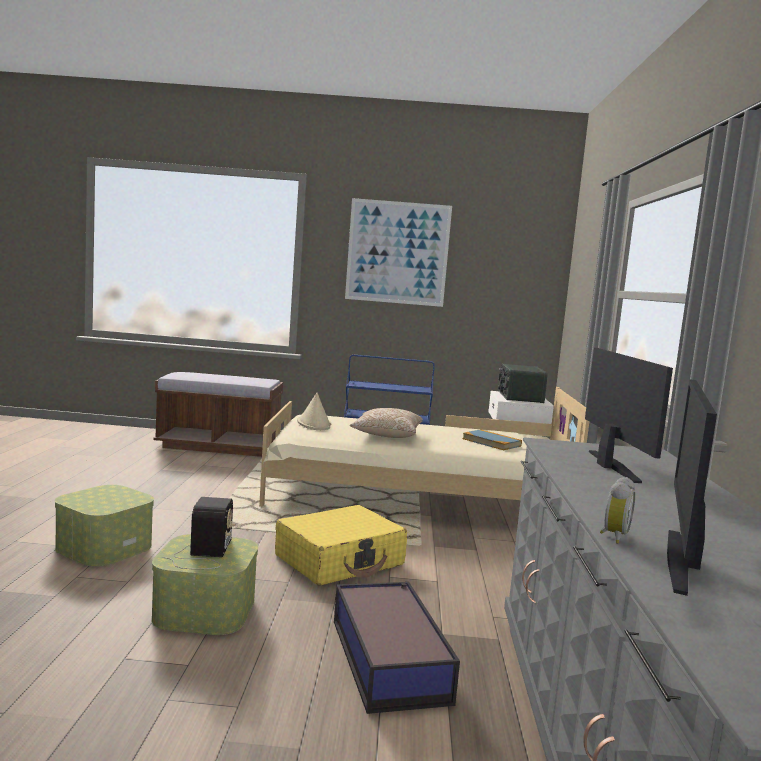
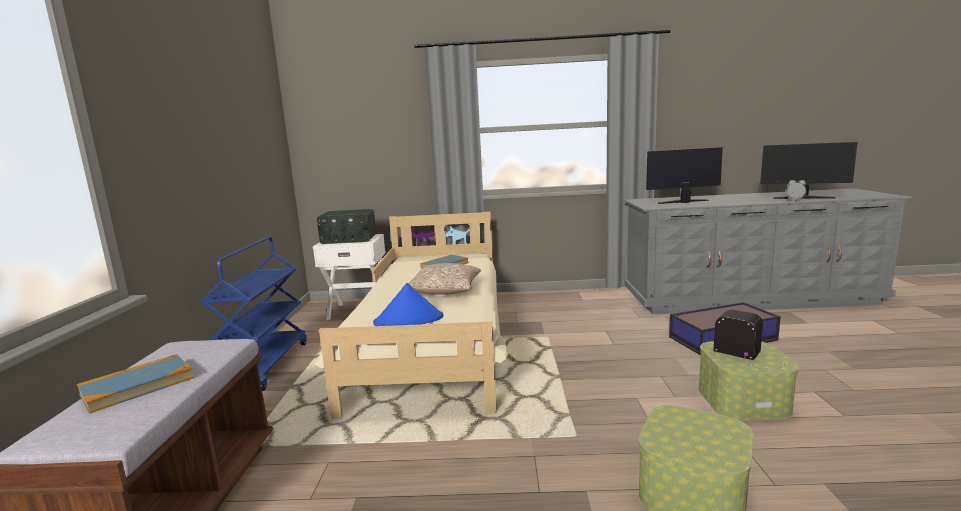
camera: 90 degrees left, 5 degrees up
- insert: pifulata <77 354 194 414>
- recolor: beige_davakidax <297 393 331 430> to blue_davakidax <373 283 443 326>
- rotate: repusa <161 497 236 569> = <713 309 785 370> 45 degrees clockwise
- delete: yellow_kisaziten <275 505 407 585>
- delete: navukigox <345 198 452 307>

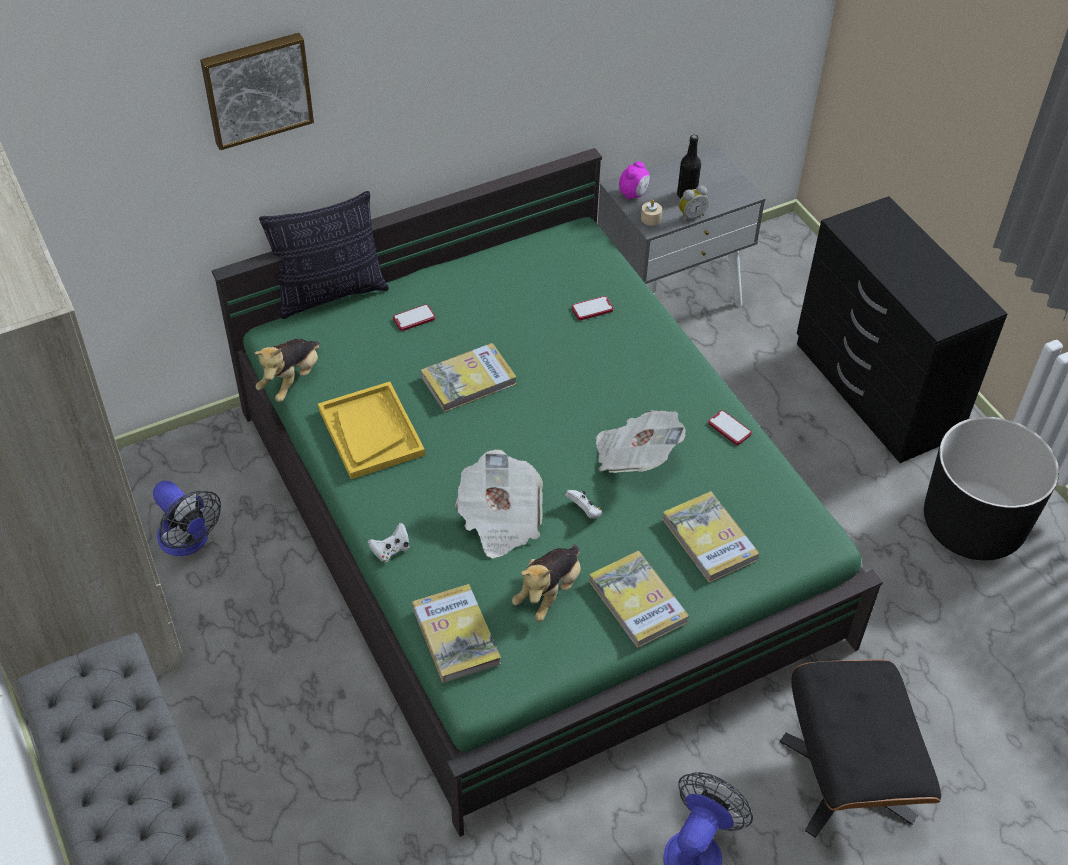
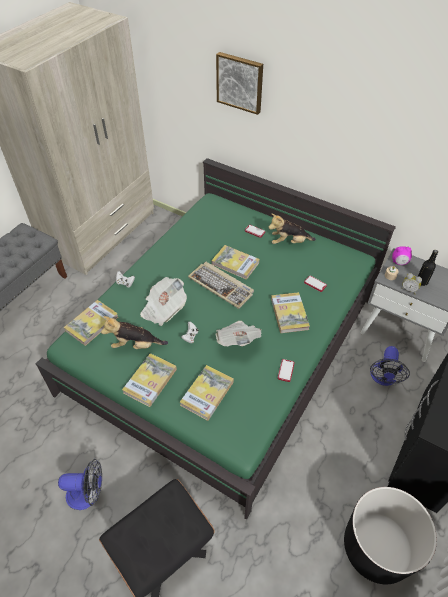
camera: 60 degrees right, 0 degrees up
- insert: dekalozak <188 262 254 309>
- move: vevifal <255 339 320 402> to <268 214 316 244>
- insert: pifulata <271 292 310 333>
- move: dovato <153 481 221 556> to <370 346 410 386>
- delete: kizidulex <259 191 389 319>
- delete: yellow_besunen <318 382 425 479>

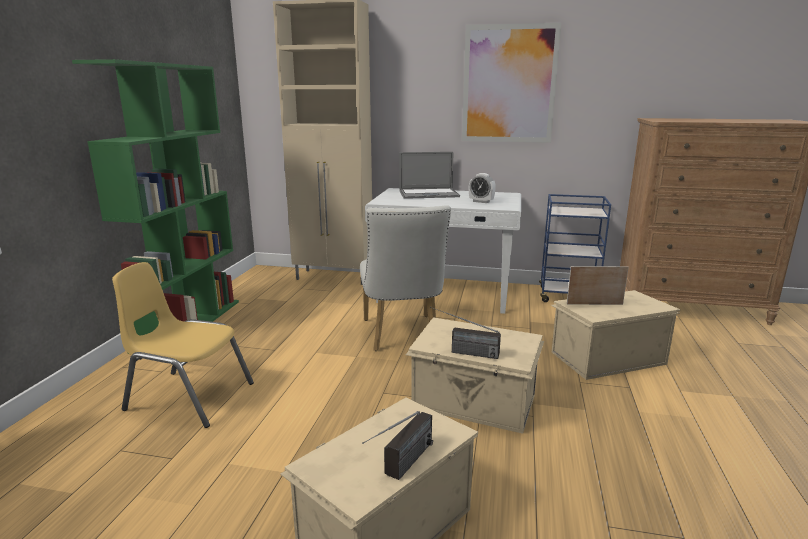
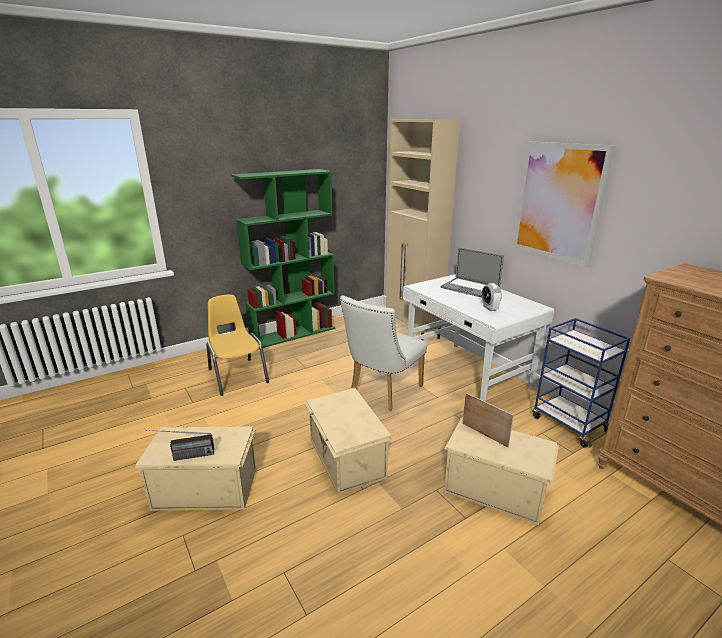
camera: 45 degrees right, 5 degrees up
- delete: repusa <430 307 501 359>

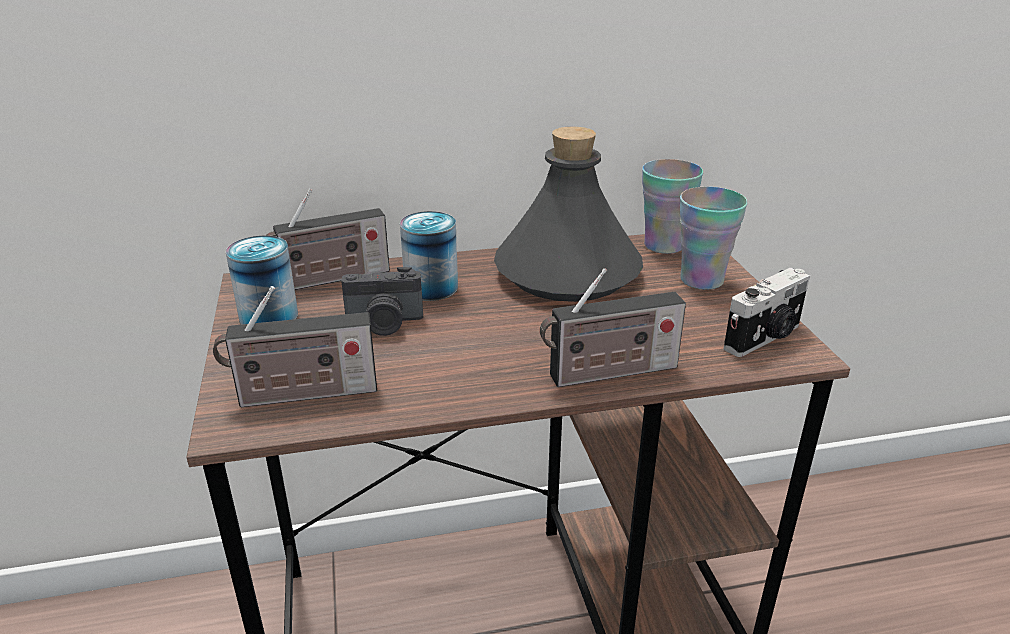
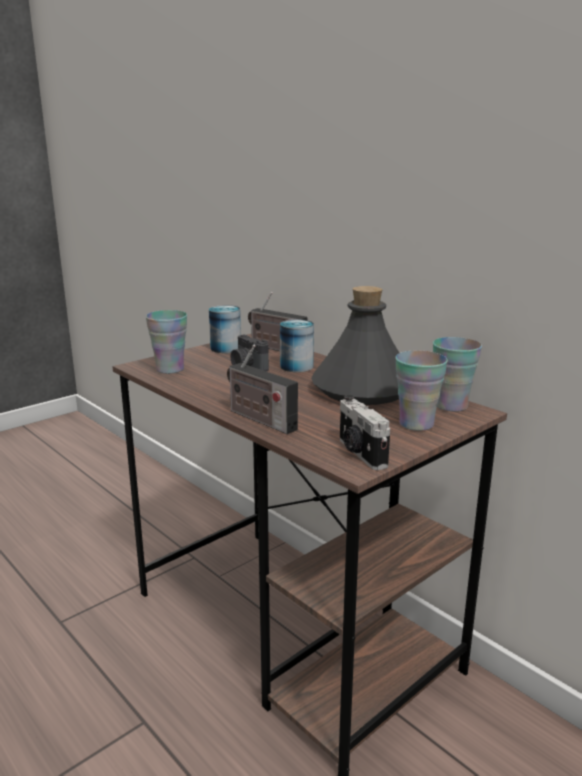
camera: 60 degrees right, 10 degrees down
- replace: repusa <213 286 377 407> to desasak <146 310 187 374>
- rotate: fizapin <724 267 810 357> = <340 395 390 470> 45 degrees clockwise

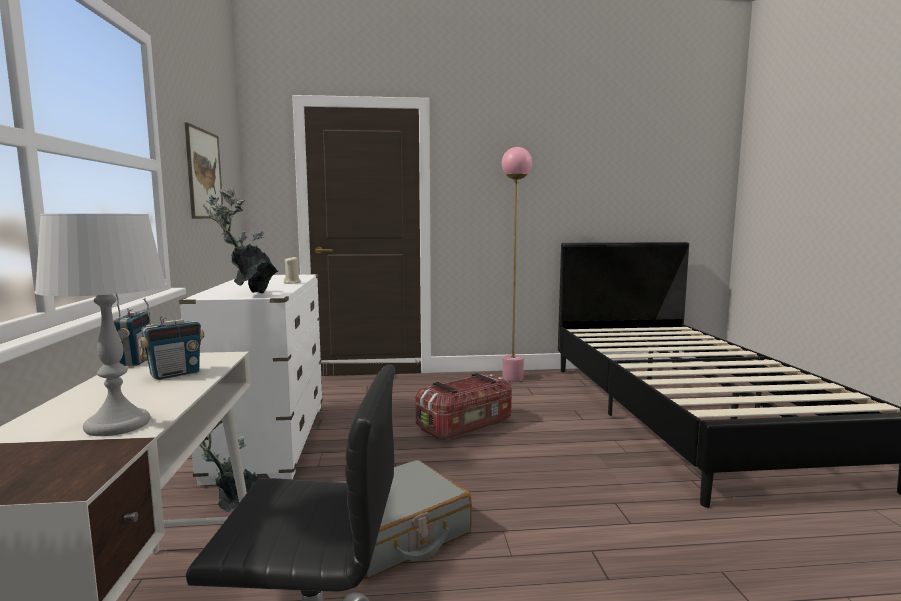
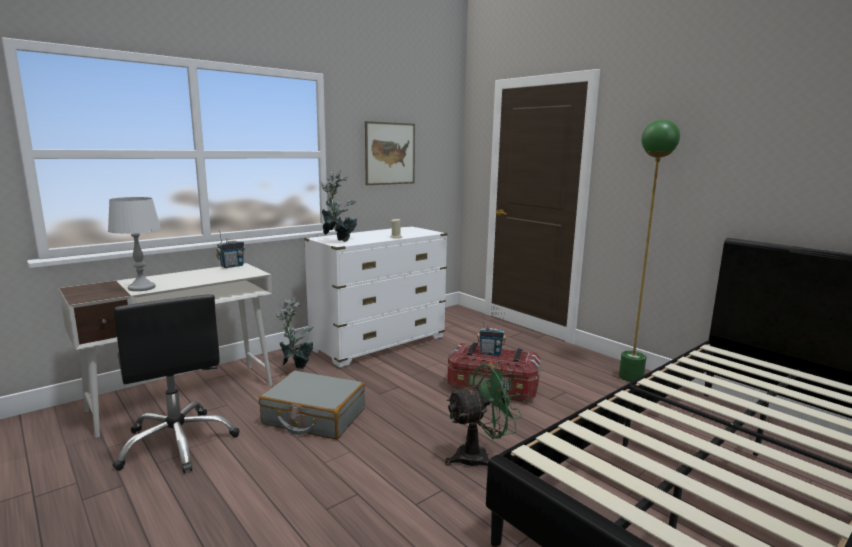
camera: 55 degrees right, 5 degrees up
- insert: green_dovato <445 363 522 466>
- move: repusa <138 298 204 380> to <477 316 506 356>
- recolor: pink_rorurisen <502 147 532 382> to green_rorurisen <619 119 680 382>

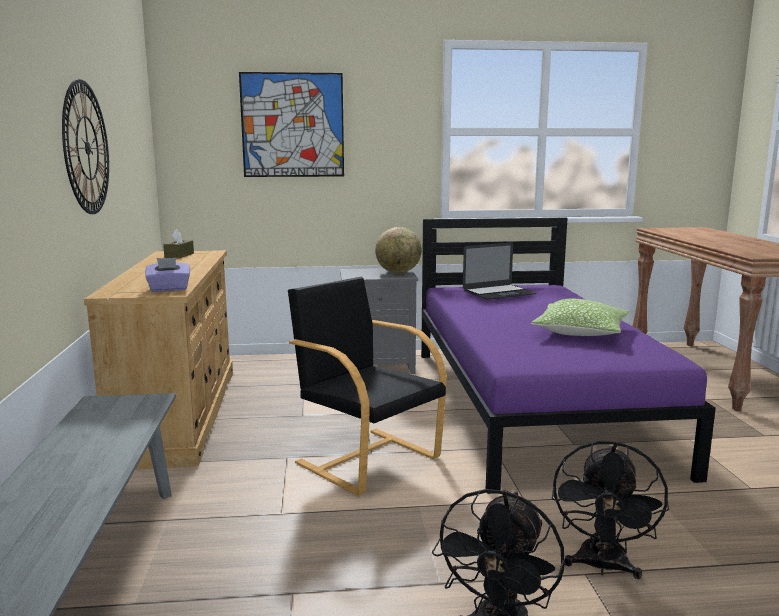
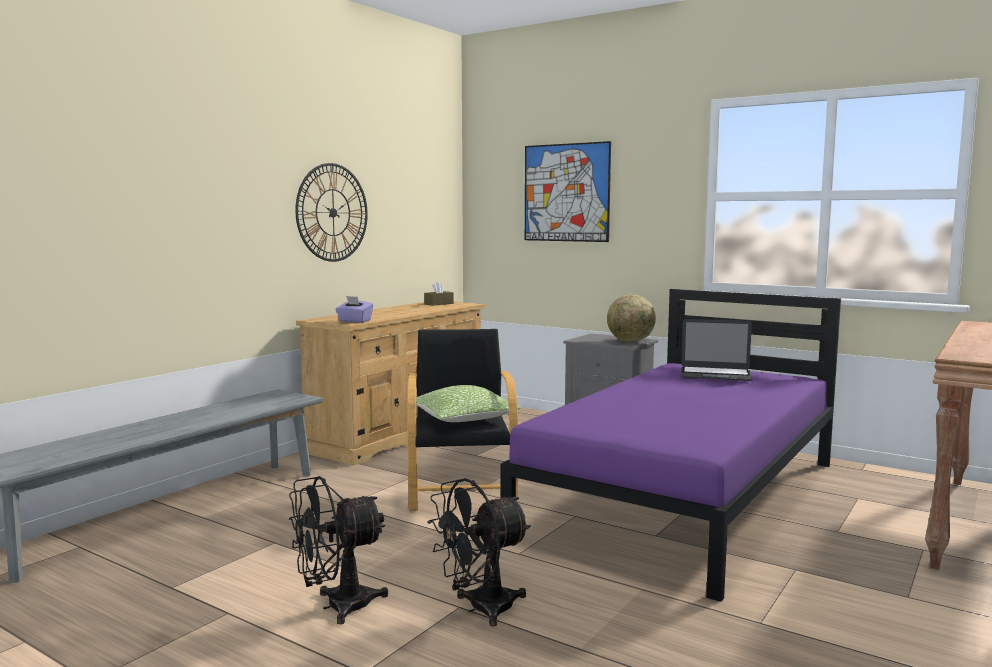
camera: 40 degrees right, 5 degrees down
- move: kizidulex <531 299 629 336> to <416 385 521 422>

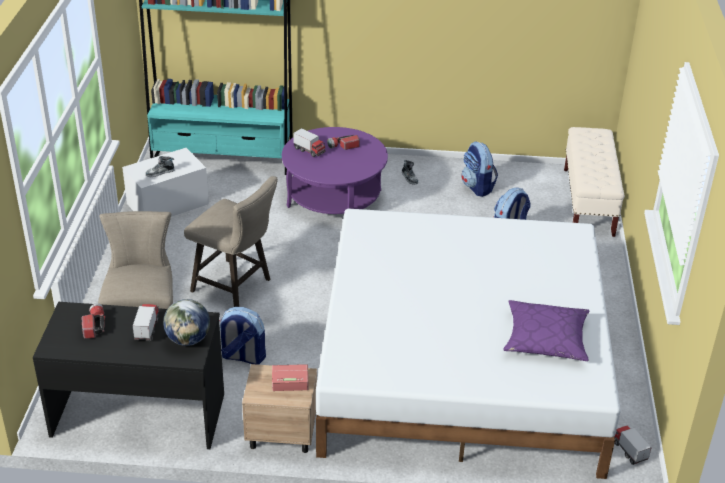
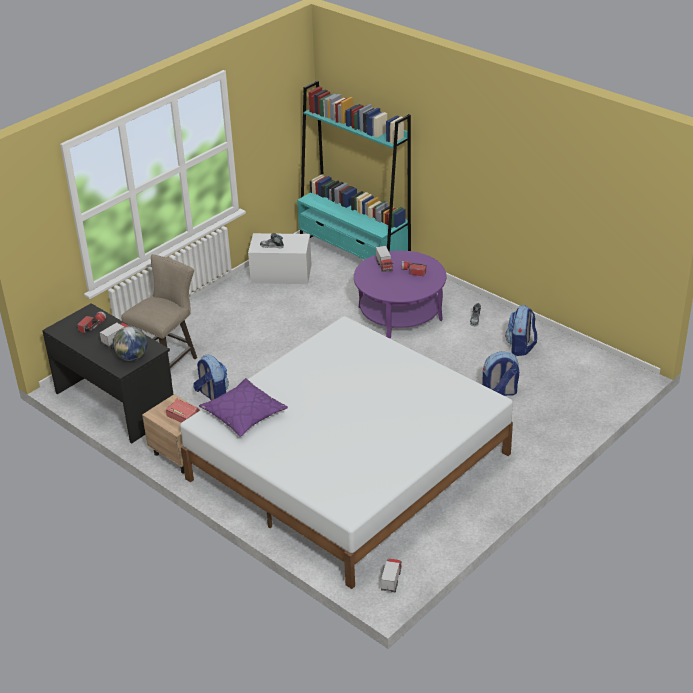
camera: 40 degrees right, 0 degrees up
- move: purple_kizidulex <503 300 590 361> to <199 378 288 437>
- delete: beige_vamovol <184 176 278 307>
- delete: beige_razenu <564 127 625 237>

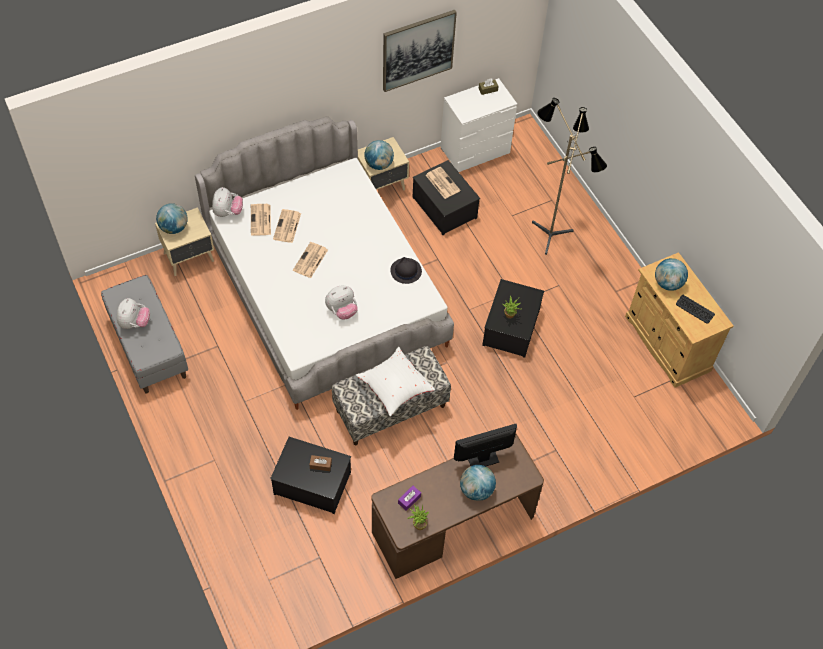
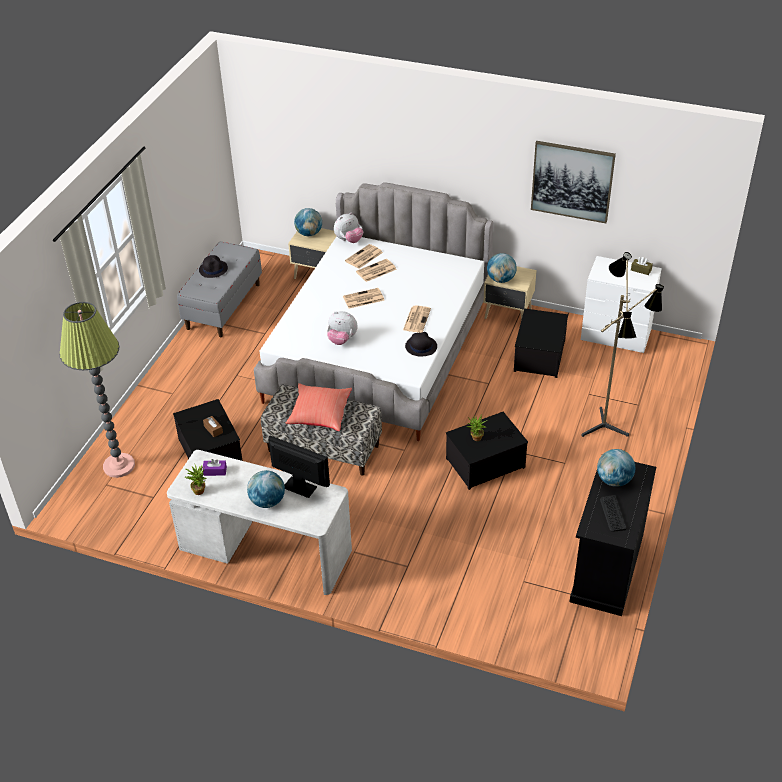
camera: 50 degrees right, 15 degrees down
- insert: rorurisen <60 302 135 478>
- recolor: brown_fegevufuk <371 434 544 579> to white_fegevufuk <167 450 352 595>
- replace: vevifal <117 298 150 329> to black_davakidax <199 255 228 278>
- recolor: white_kizidulex <356 347 435 416> to red_kizidulex <286 383 352 431>
- move: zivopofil <426 167 461 199> to <403 305 431 333>
- recolor: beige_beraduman <625 252 734 388> to black_beraduman <570 454 656 616>

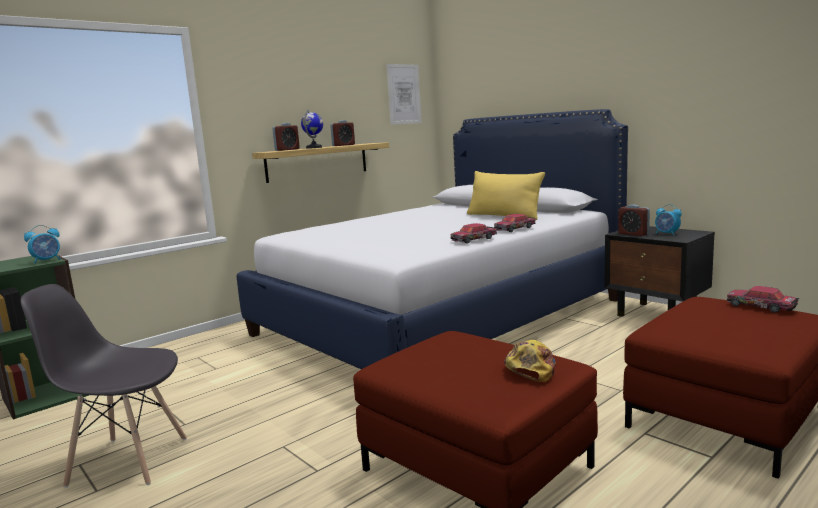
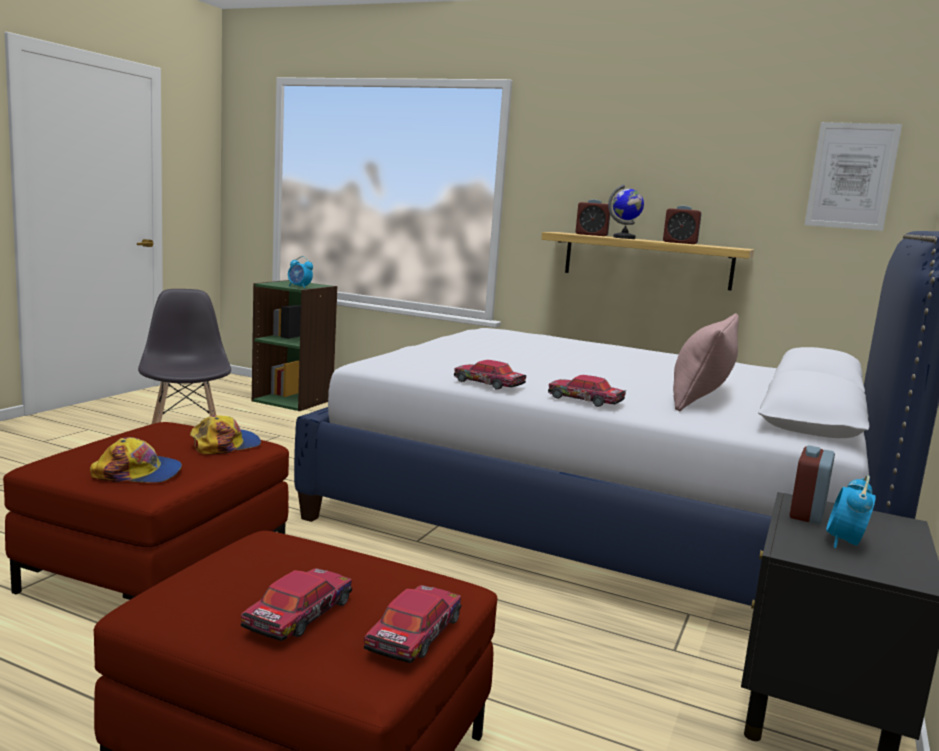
camera: 65 degrees right, 0 degrees up
- insert: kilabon <190 415 261 454>
- insert: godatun <241 568 352 641>
- recolor: yellow_kizidulex <467 171 545 220> to pink_kizidulex <673 313 739 411>

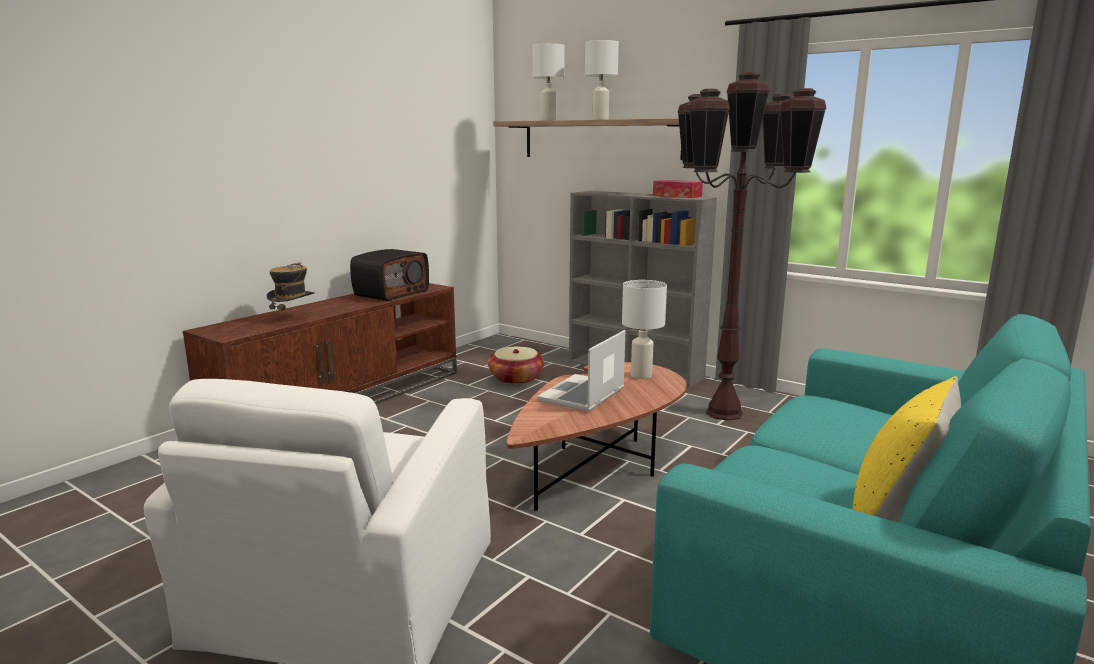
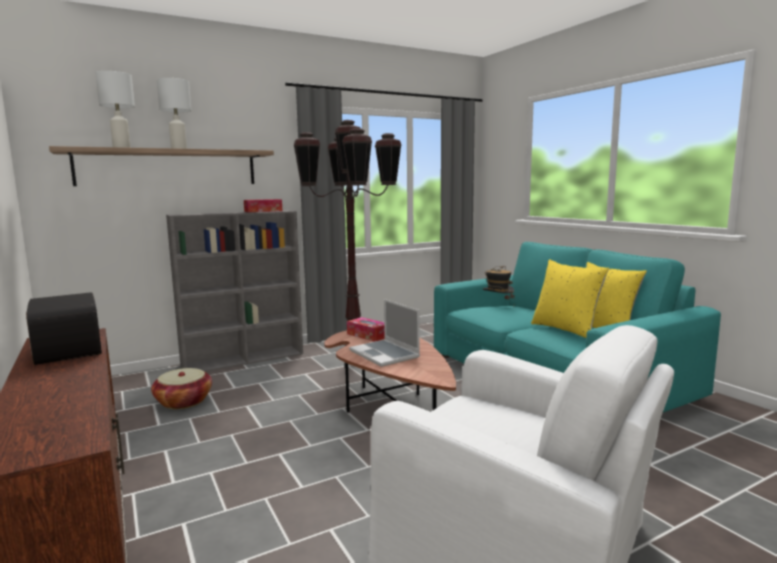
camera: 65 degrees left, 5 degrees down
- replace: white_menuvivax <622 280 667 379> to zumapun <347 317 385 342>
- move: davakidax <267 263 315 316> to <483 266 514 299>
- insert: yellow_kizidulex <531 260 609 338>

